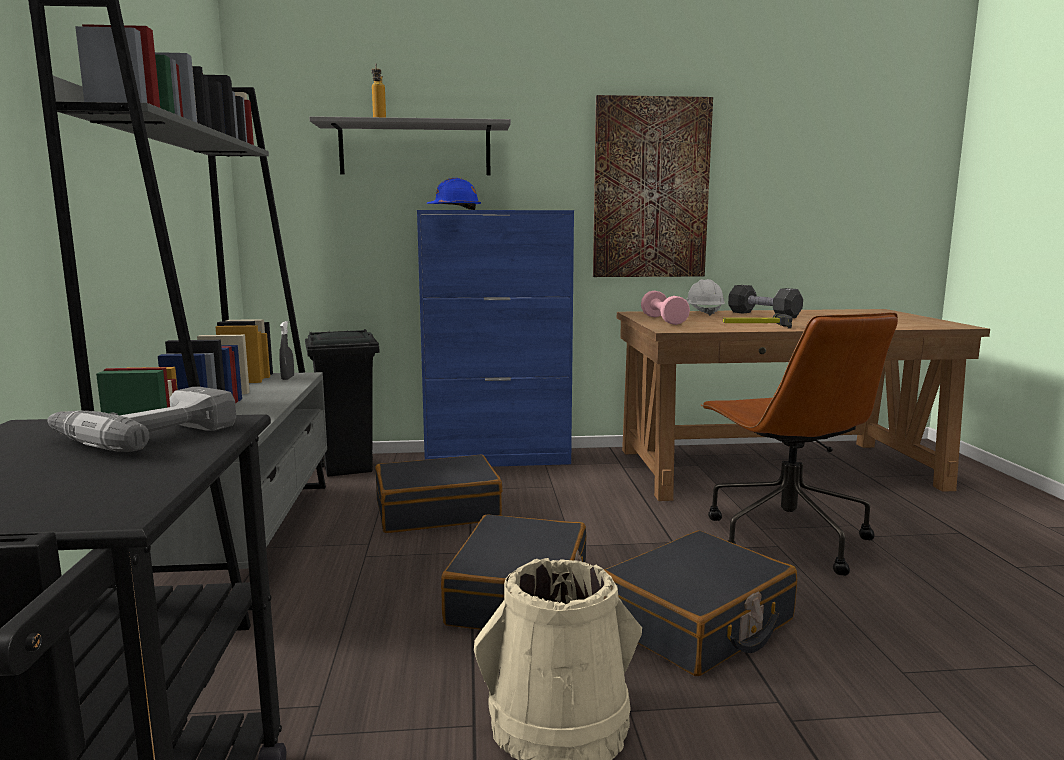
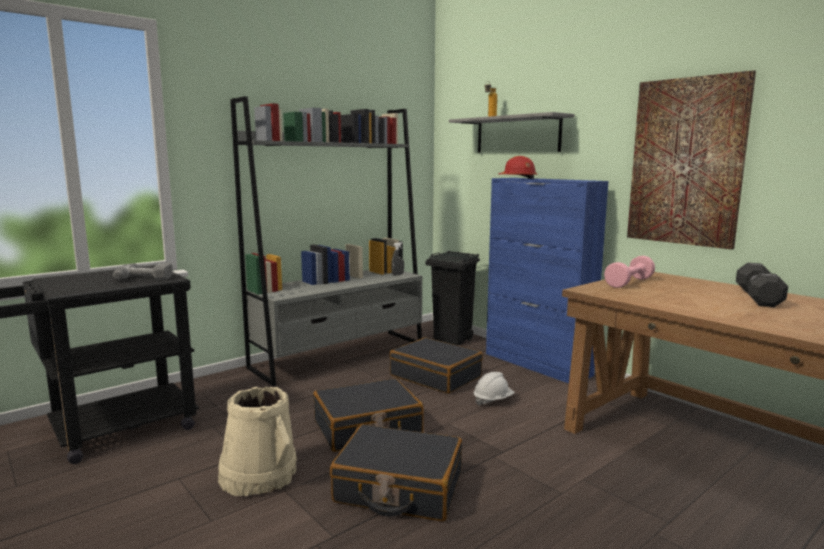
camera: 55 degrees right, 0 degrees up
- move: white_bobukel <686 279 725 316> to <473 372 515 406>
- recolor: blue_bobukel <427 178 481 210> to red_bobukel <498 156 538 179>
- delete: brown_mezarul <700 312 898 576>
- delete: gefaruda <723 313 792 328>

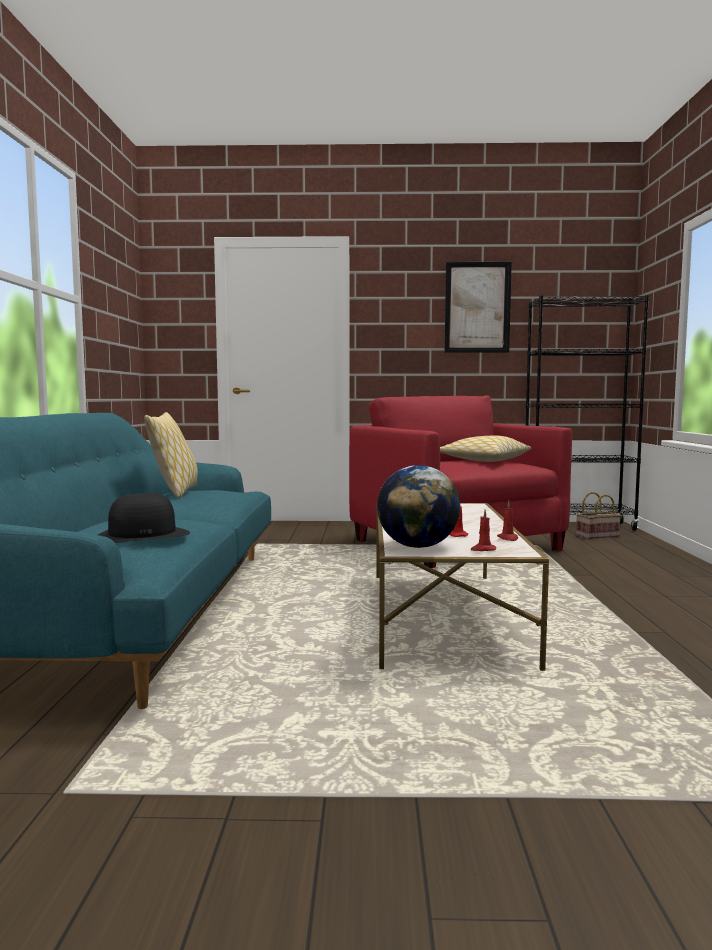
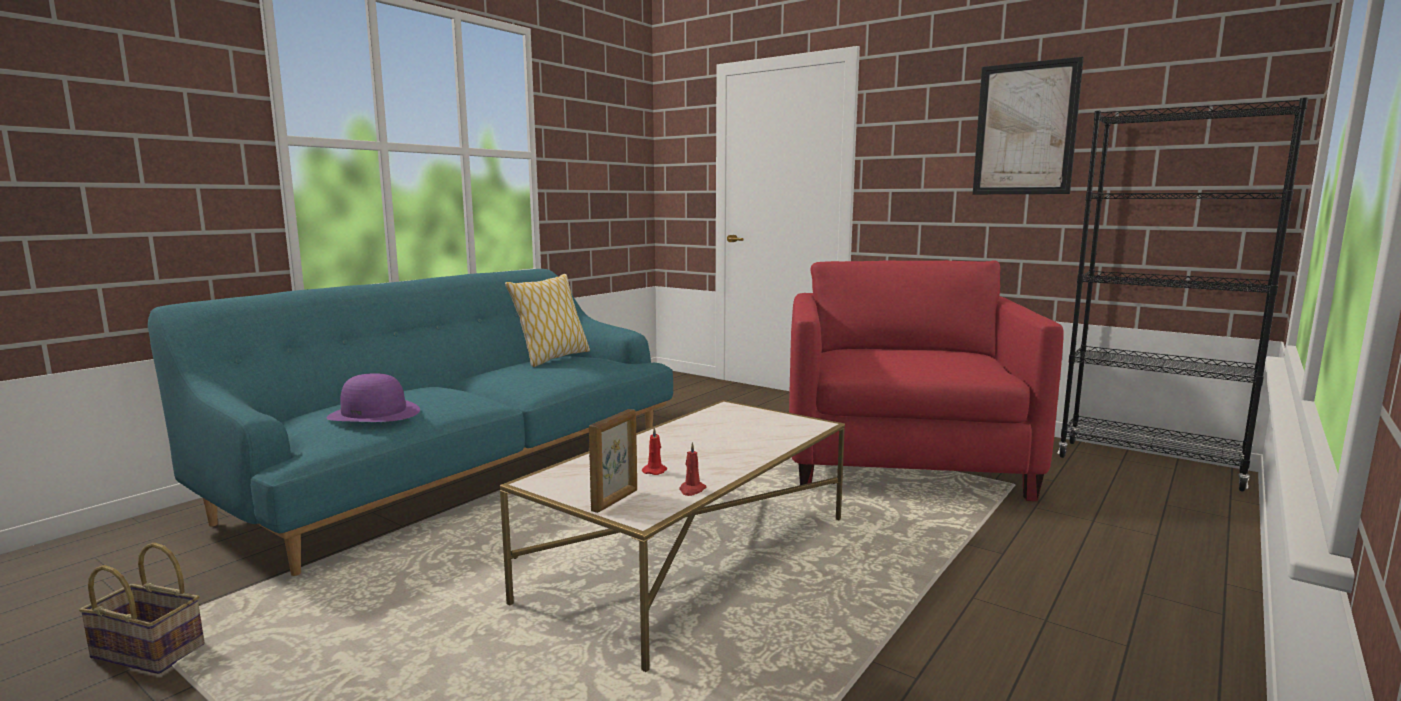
camera: 35 degrees right, 5 degrees up
- move: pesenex <576 492 621 539> to <79 543 205 674>
- recolor: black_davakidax <98 493 190 543> to purple_davakidax <327 373 420 422>
- replace: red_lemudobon <470 510 496 551> to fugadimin <589 409 637 513>
- delete: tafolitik <377 465 460 548>
- delete: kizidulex <440 435 531 462>

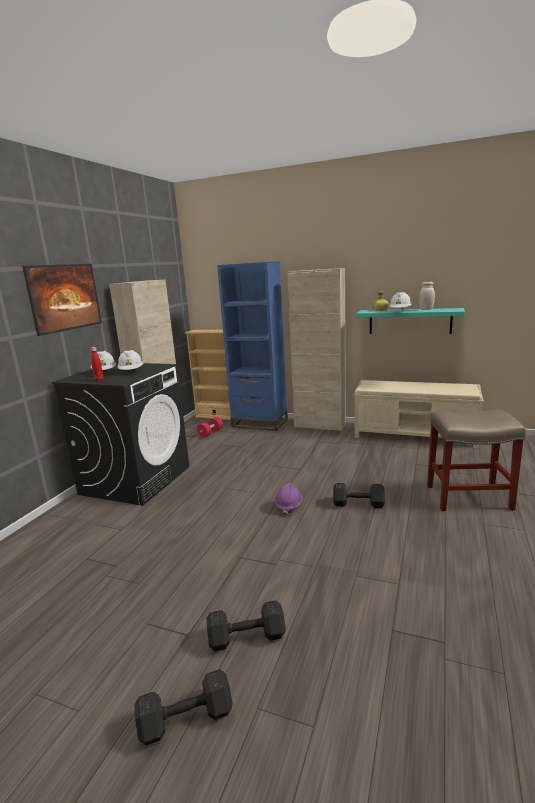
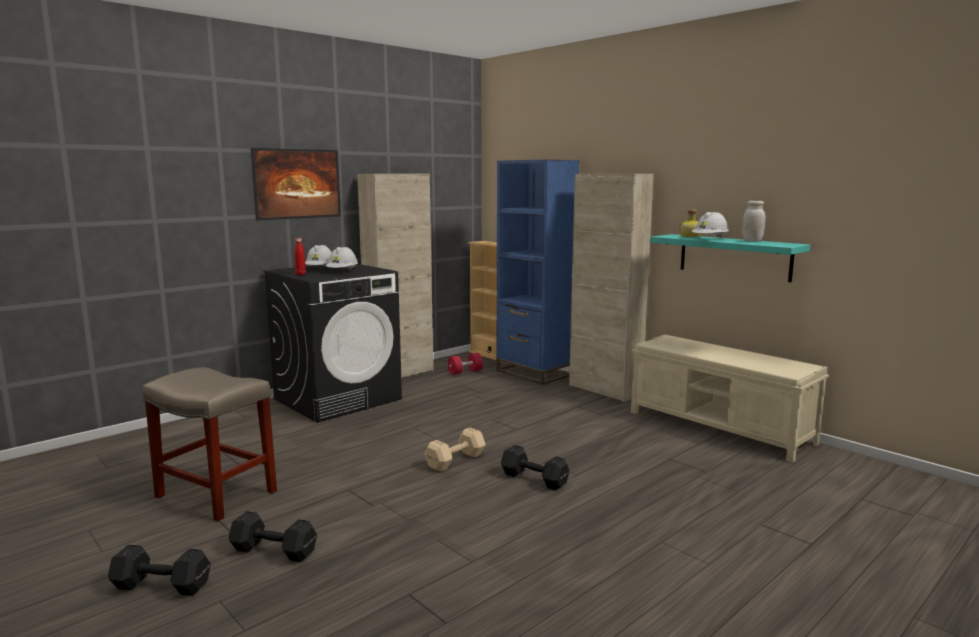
camera: 25 degrees right, 5 degrees down
- move: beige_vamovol <427 410 526 511> to <143 367 277 521>
- replace: purple_bobukel <275 483 303 515> to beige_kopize <425 428 485 472>

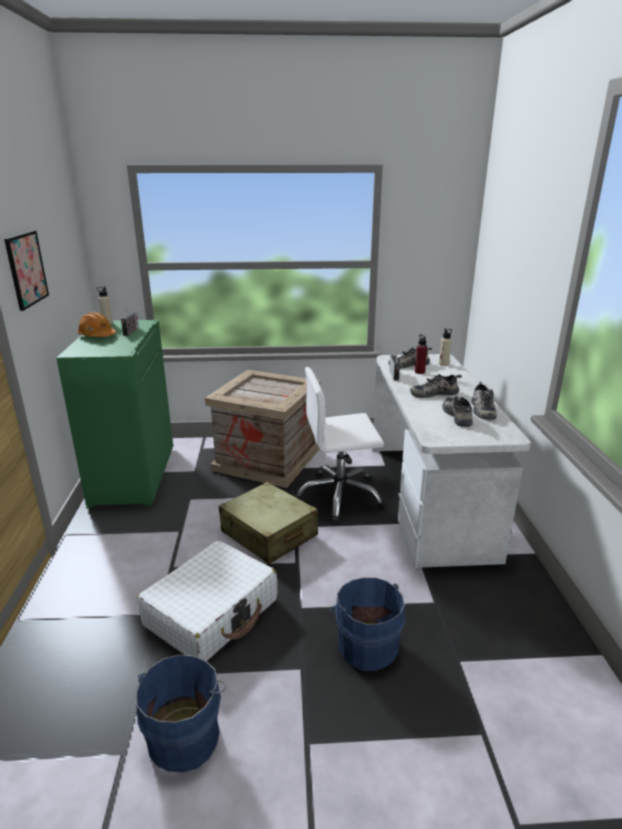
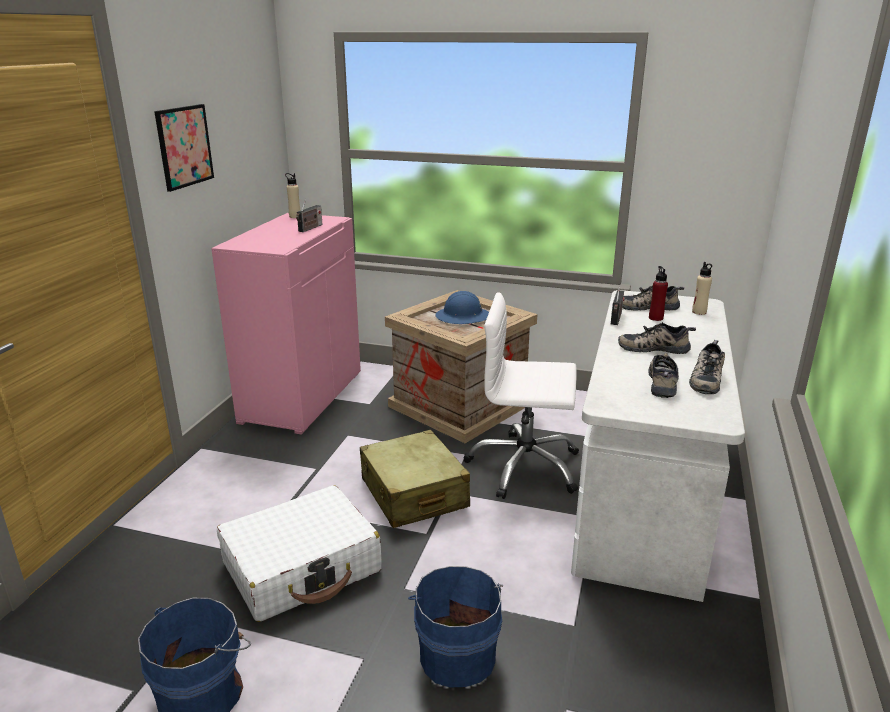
camera: 20 degrees right, 0 degrees up
- recolor: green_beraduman <56 320 173 508> to pink_beraduman <211 213 361 435>
- insert: blue_bobukel <435 291 489 324>
- delete: orange_bobukel <77 312 116 337>

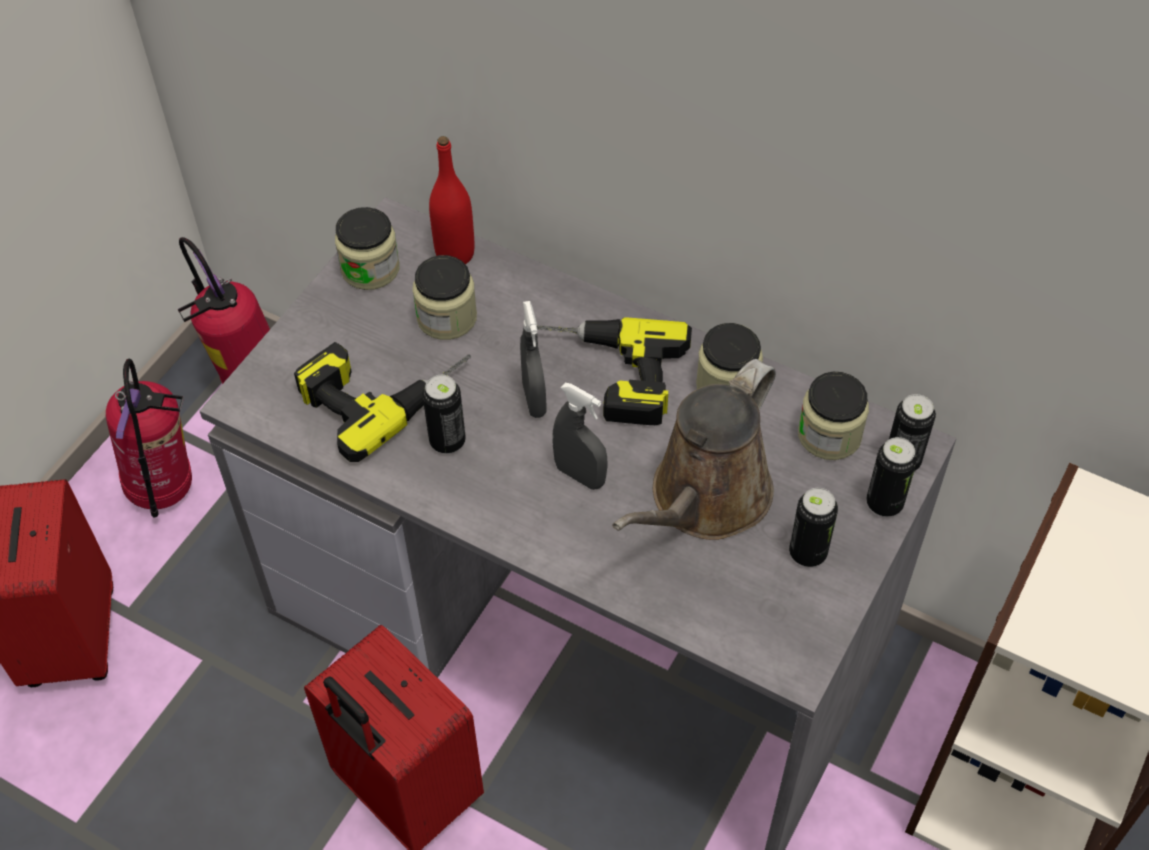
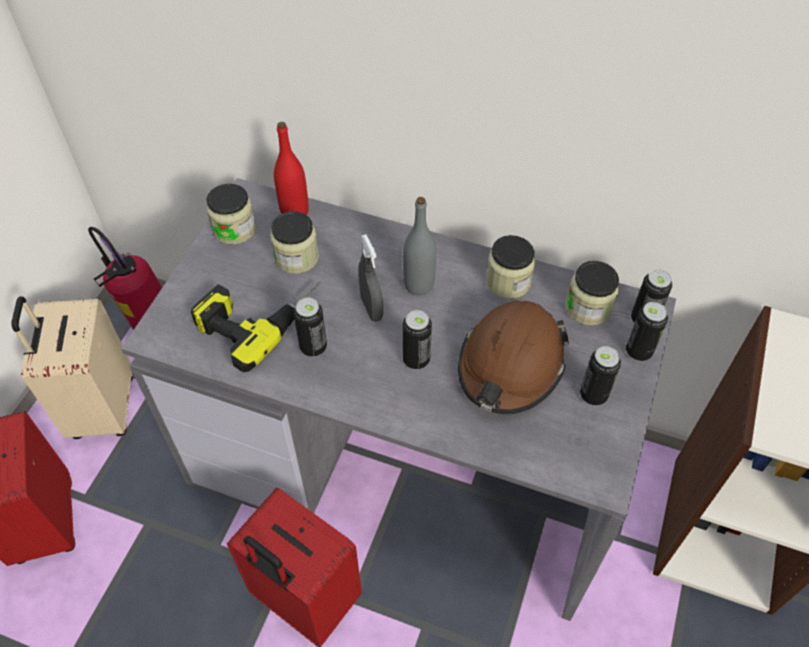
camera: 10 degrees left, 0 degrees up
- replace: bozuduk <106 358 192 518> to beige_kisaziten <11 296 133 439>
- replace: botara <537 317 692 425> to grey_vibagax <403 197 436 295>
- replace: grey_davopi <552 382 608 490> to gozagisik <403 310 432 369>
- replace: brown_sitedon <612 359 776 540> to brown_bobukel <458 301 569 414>

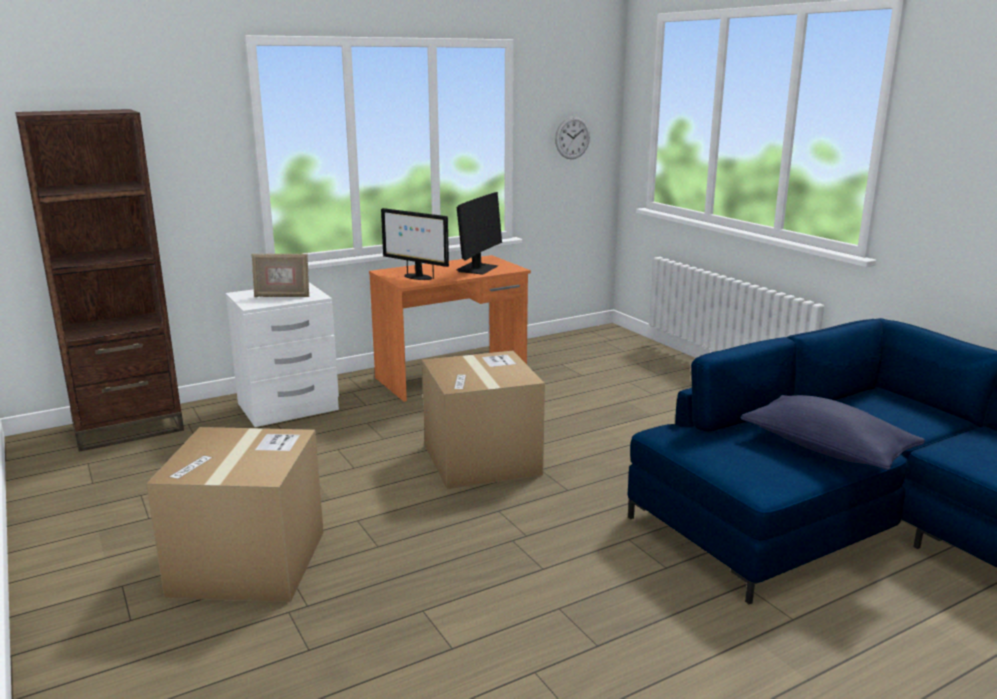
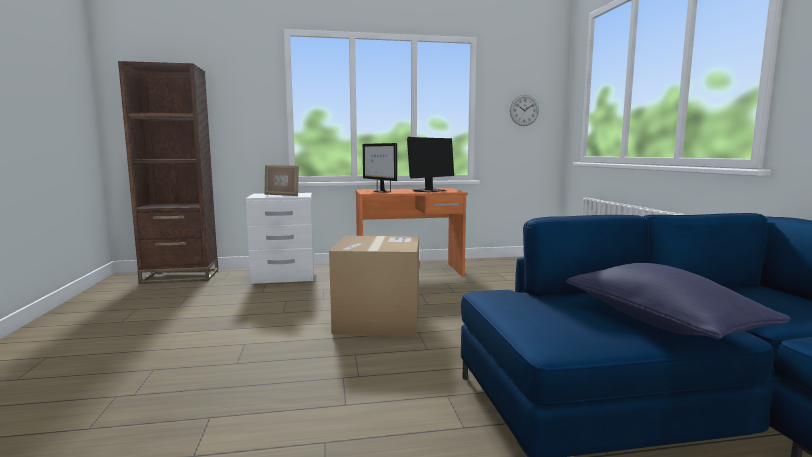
camera: 20 degrees right, 10 degrees down
- delete: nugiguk <146 427 324 602>

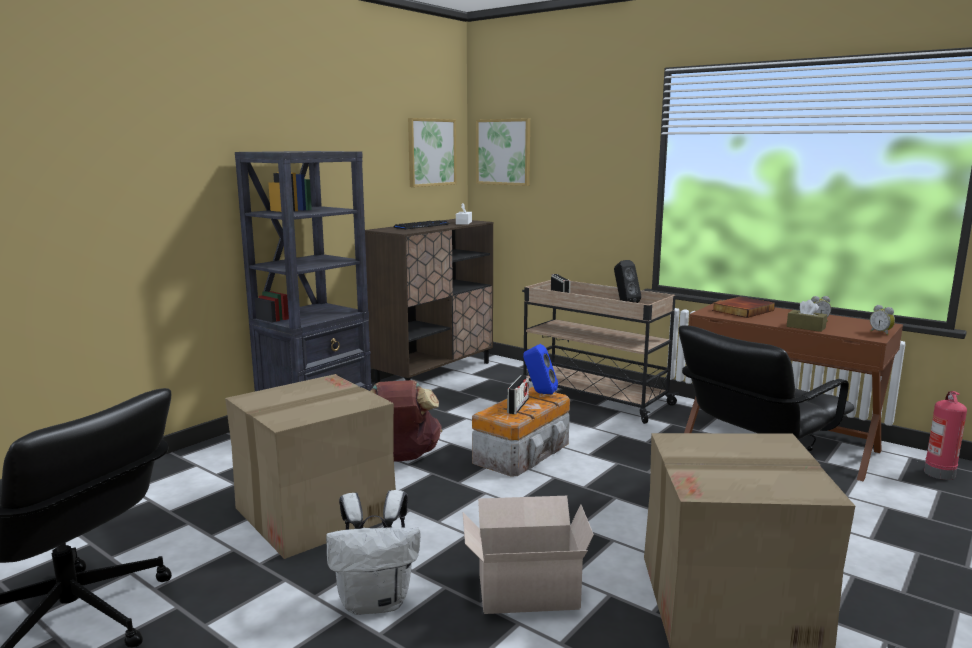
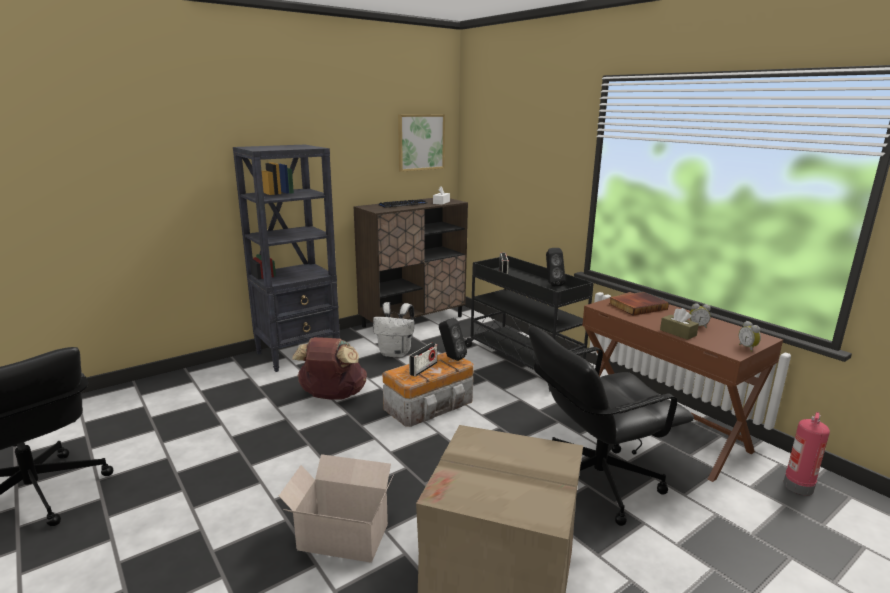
camera: 15 degrees right, 5 degrees up
- move: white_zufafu <326 490 421 615> to <373 302 414 358>
- recolor: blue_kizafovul <523 344 558 394> to black_kizafovul <439 318 467 361>
- recolor: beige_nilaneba <522 280 679 424> to black_nilaneba <465 256 594 392>
- delete: nugiguk <225 374 396 559>
- delete: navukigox <476 118 530 186>

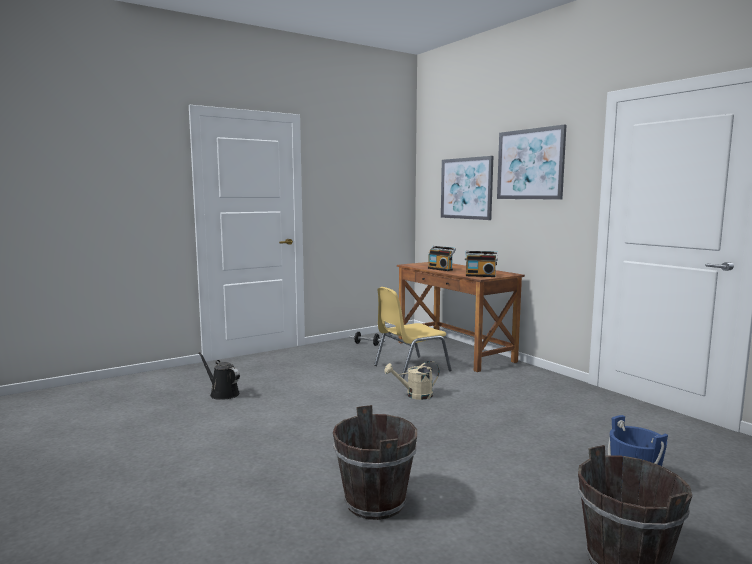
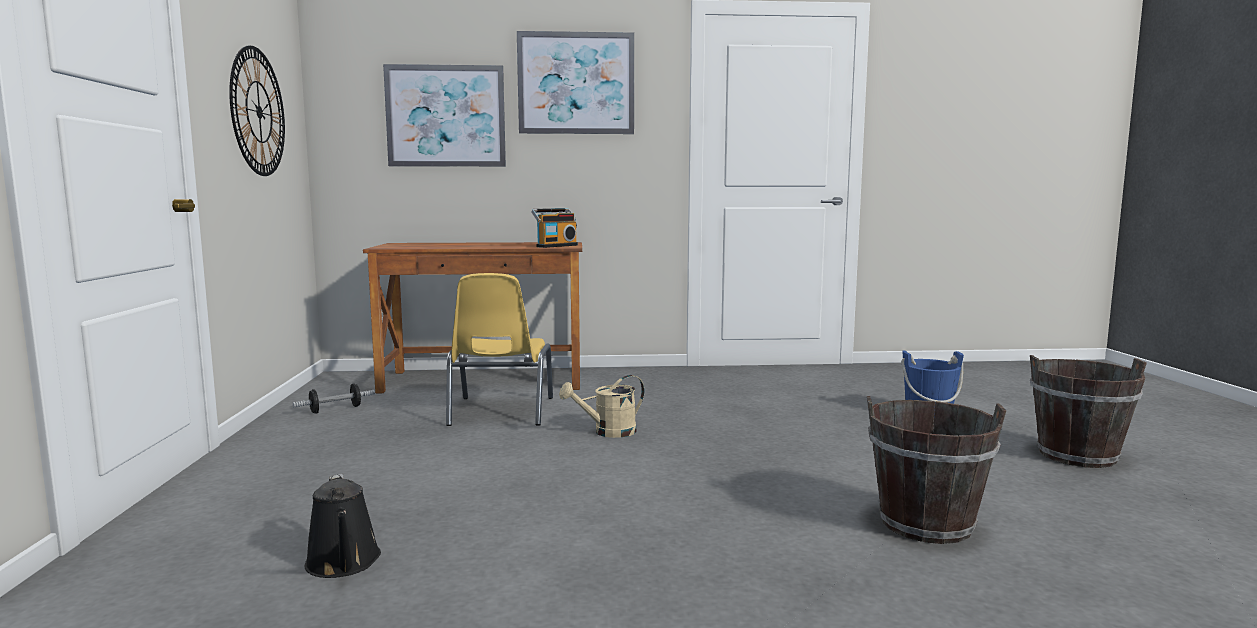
camera: 60 degrees left, 0 degrees up
- insert: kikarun <229 46 285 176>
- rotate: black_sitedon <198 352 240 400> = <305 474 381 578> 90 degrees counterclockwise
- rotate: beige_sitedon <384 361 439 400> = <559 375 644 438> 45 degrees clockwise
- delete: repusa <428 246 456 271>

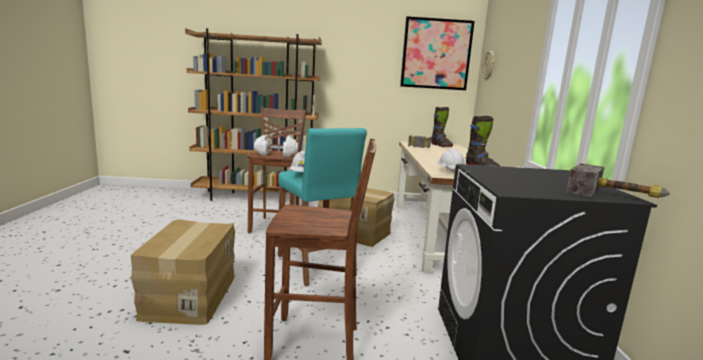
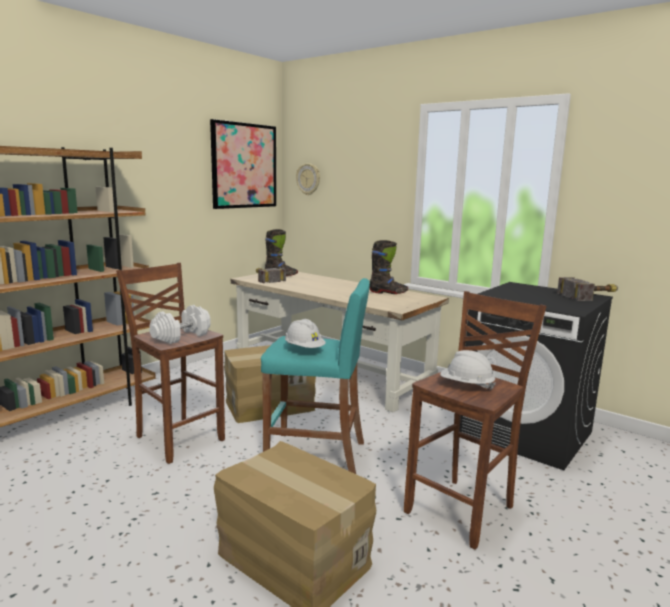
camera: 50 degrees left, 0 degrees up
- move: white_bobukel <436 149 466 173> to <440 350 496 390>

